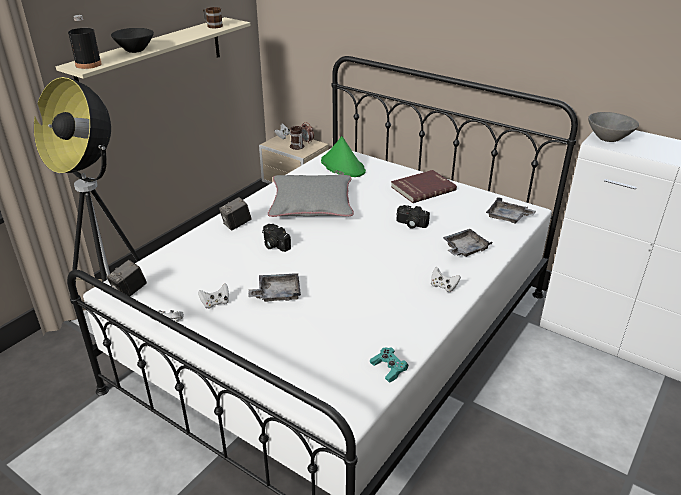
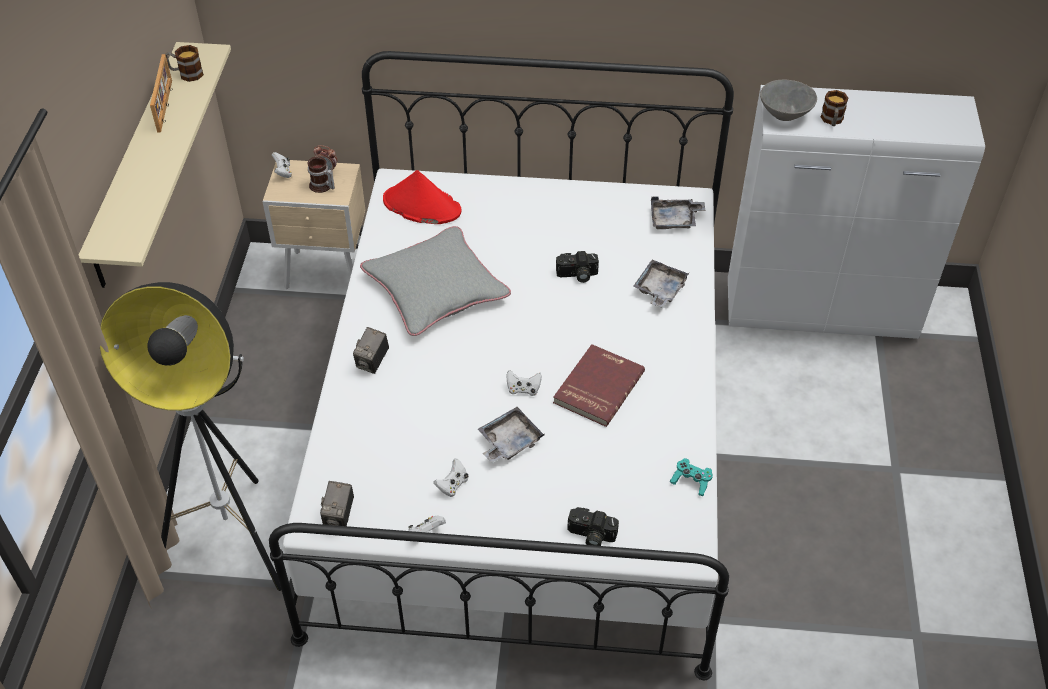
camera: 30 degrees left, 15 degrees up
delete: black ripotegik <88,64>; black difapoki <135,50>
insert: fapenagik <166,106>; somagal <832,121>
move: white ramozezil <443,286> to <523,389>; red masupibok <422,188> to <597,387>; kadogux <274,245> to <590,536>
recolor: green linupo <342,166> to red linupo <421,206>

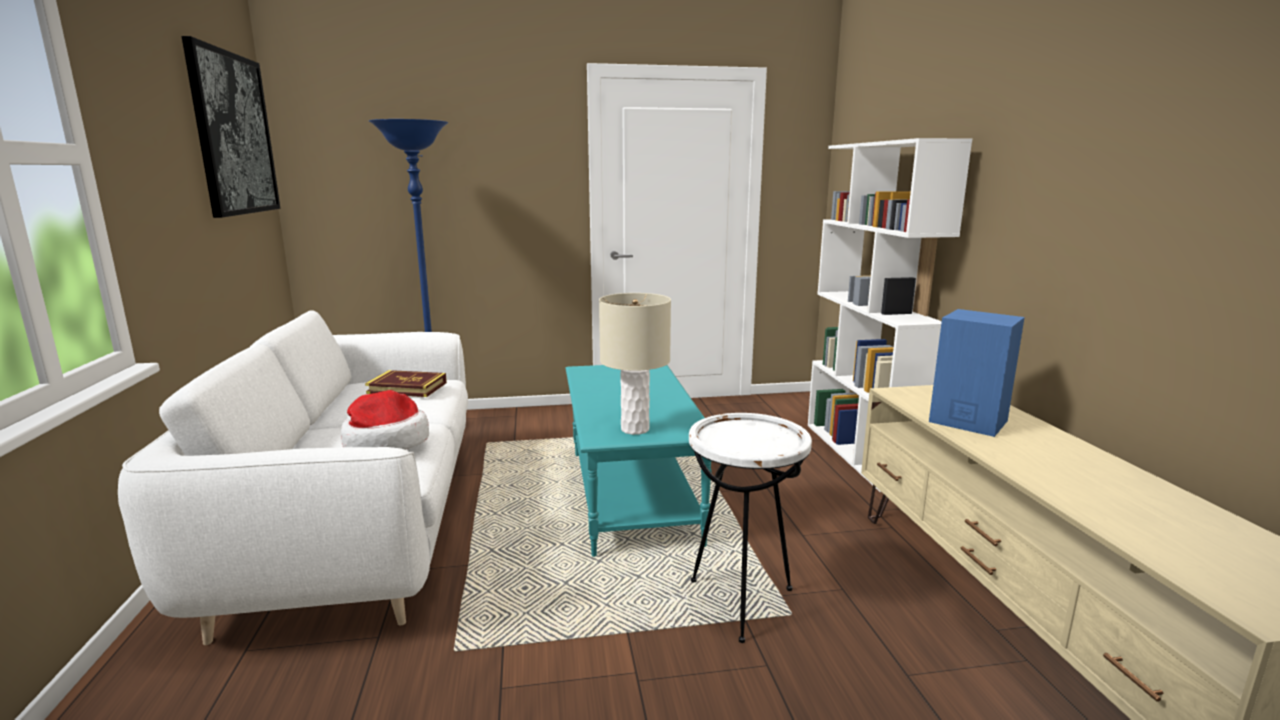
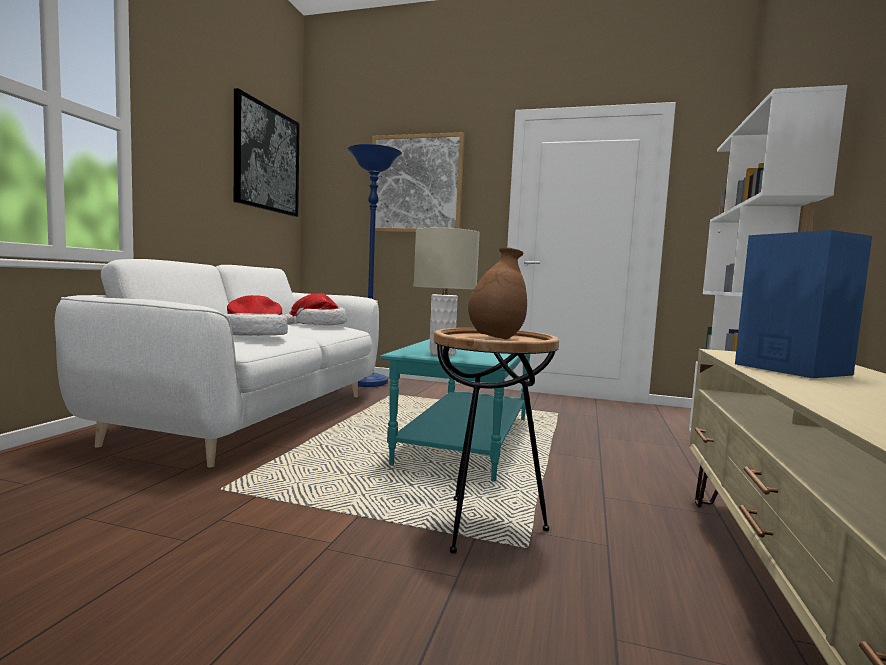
camera: 25 degrees right, 10 degrees down
insert: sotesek <416,184>; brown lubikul <496,338>
replace: masupibok <407,388> to linupo <319,325>
recolor: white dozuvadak <741,602> to brown dozuvadak <485,525>

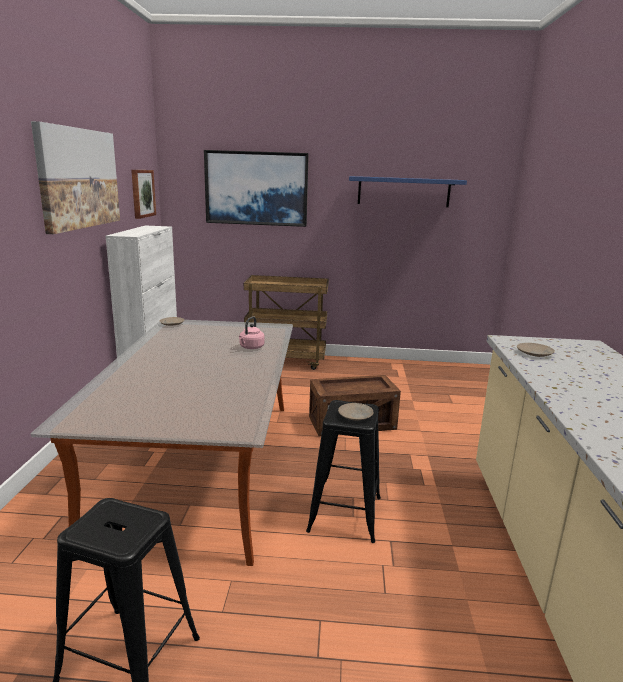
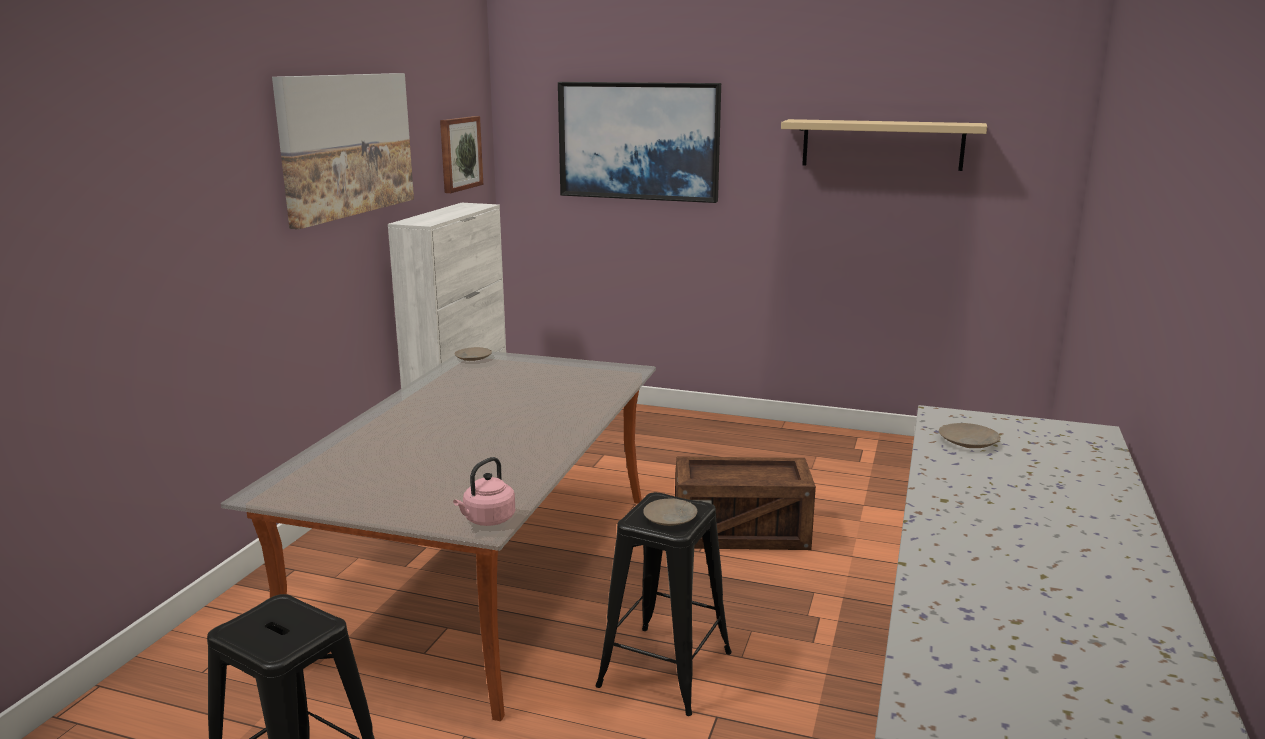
camera: 15 degrees right, 0 degrees up
delete: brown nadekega <286,361>
move: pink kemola <251,347> to <487,520>
recolor: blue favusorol <403,191> to beige favusorol <882,144>

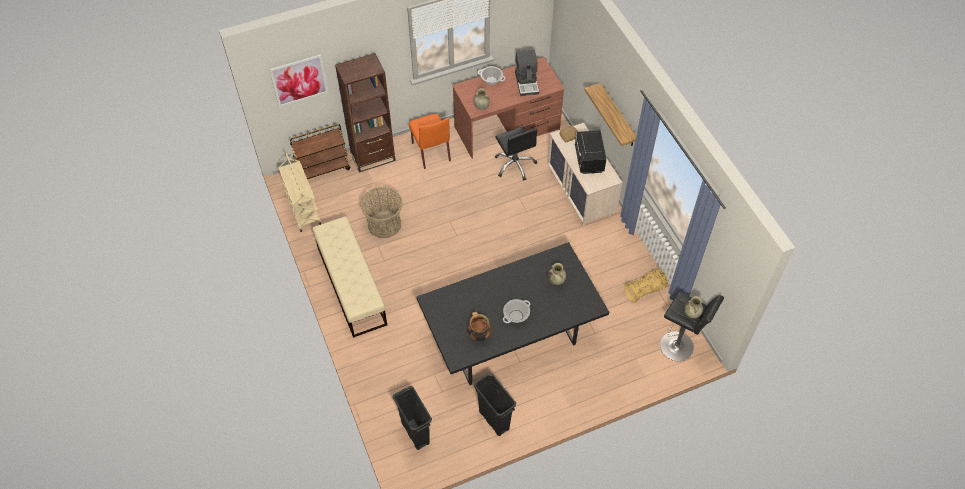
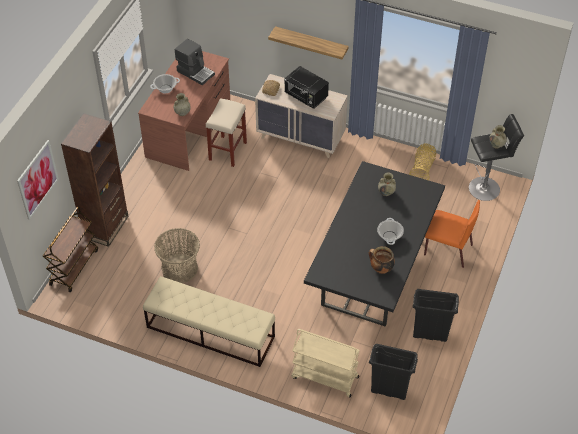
camera: 45 degrees left, 5 degrees down
move: beige nadekega <302,208> to <324,377>; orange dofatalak <430,151> to <447,249>
replace: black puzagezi <515,165> to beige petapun <228,151>

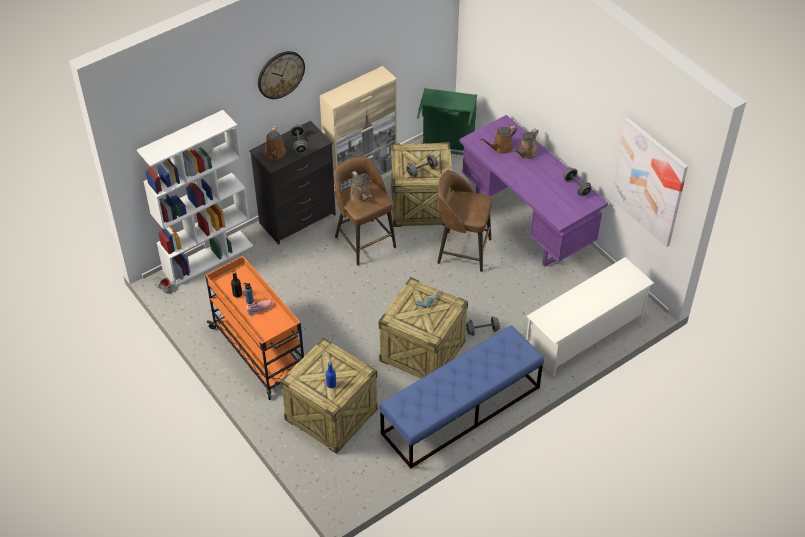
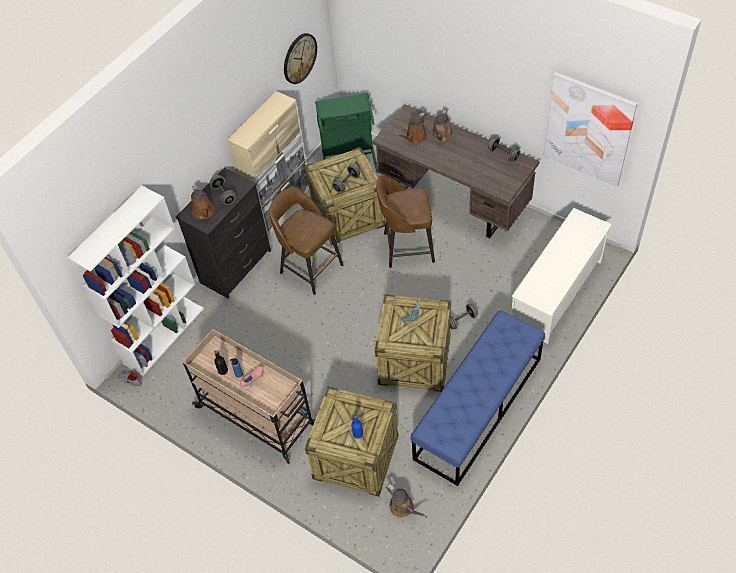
camera: 15 degrees left, 5 degrees up
move: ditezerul <280,74> to <299,58>; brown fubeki <361,197> to <403,507>
recolor: orange nadekega <260,353> to beige nadekega <258,416>; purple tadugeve <527,223> to brown tadugeve <454,202>

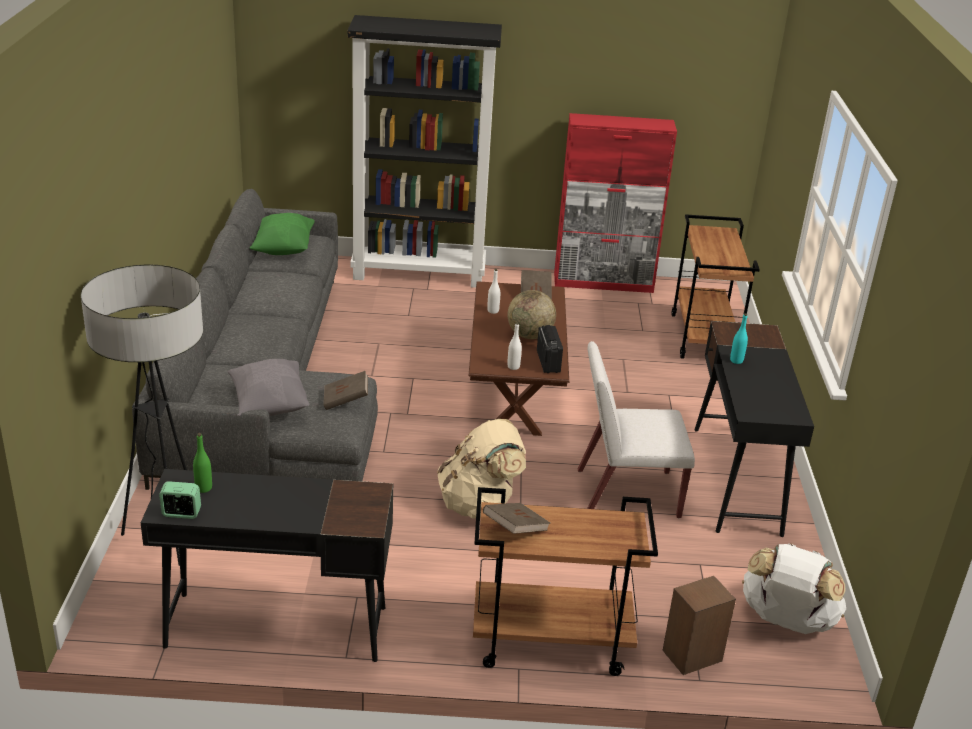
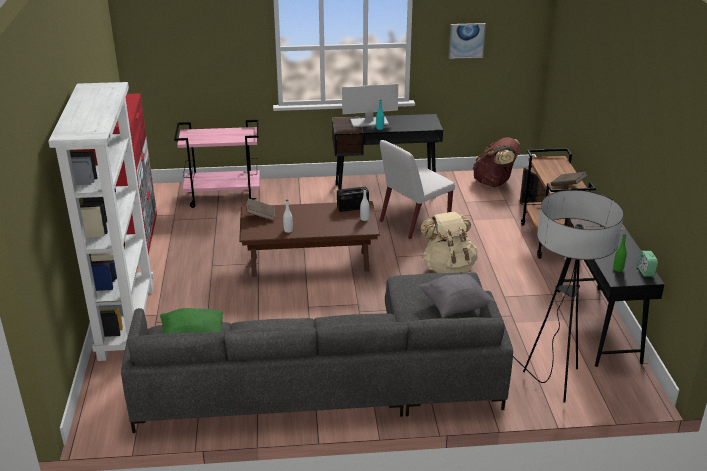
camera: 95 degrees left, 0 degrees up
delete: brown masupibok <346,401>; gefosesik <530,335>
insert: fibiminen <369,122>; sotesek <466,40>
recolor: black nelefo <420,273> to white nelefo <126,321>; brown nadekega <704,338> to pink nadekega <224,196>; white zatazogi <786,621> to brown zatazogi <494,182>
rotate: white dofatalak <626,493> = <414,222> 60 degrees clockwise

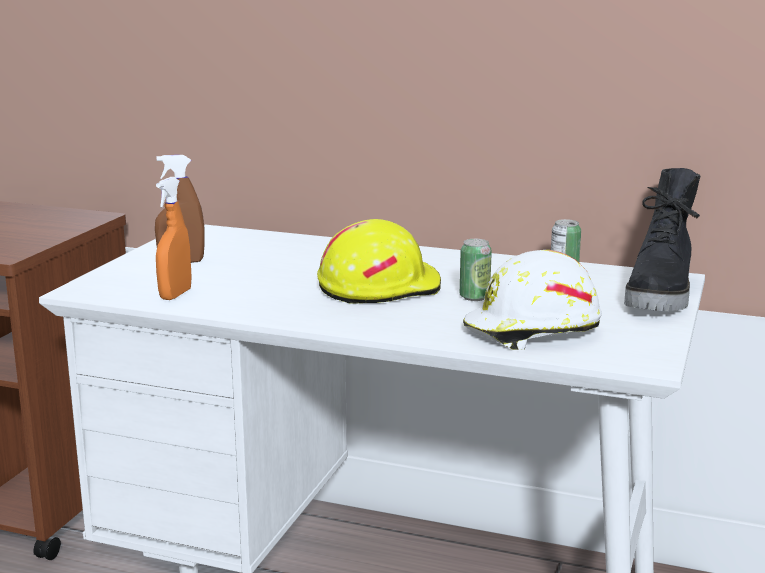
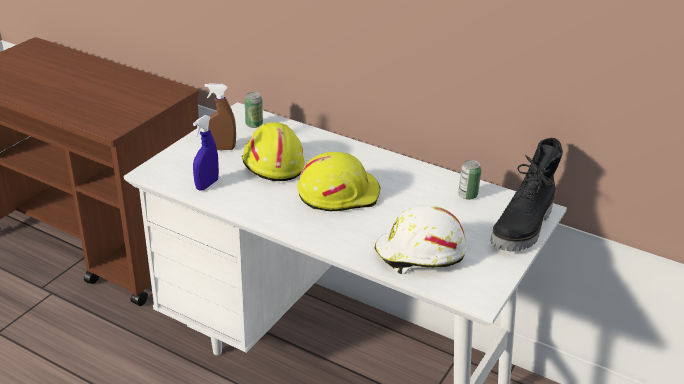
camera: 10 degrees right, 15 degrees up
insert: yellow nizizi <271,163>
move: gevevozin <474,297> to <254,124>
recolor: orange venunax <175,295> to blue venunax <207,185>

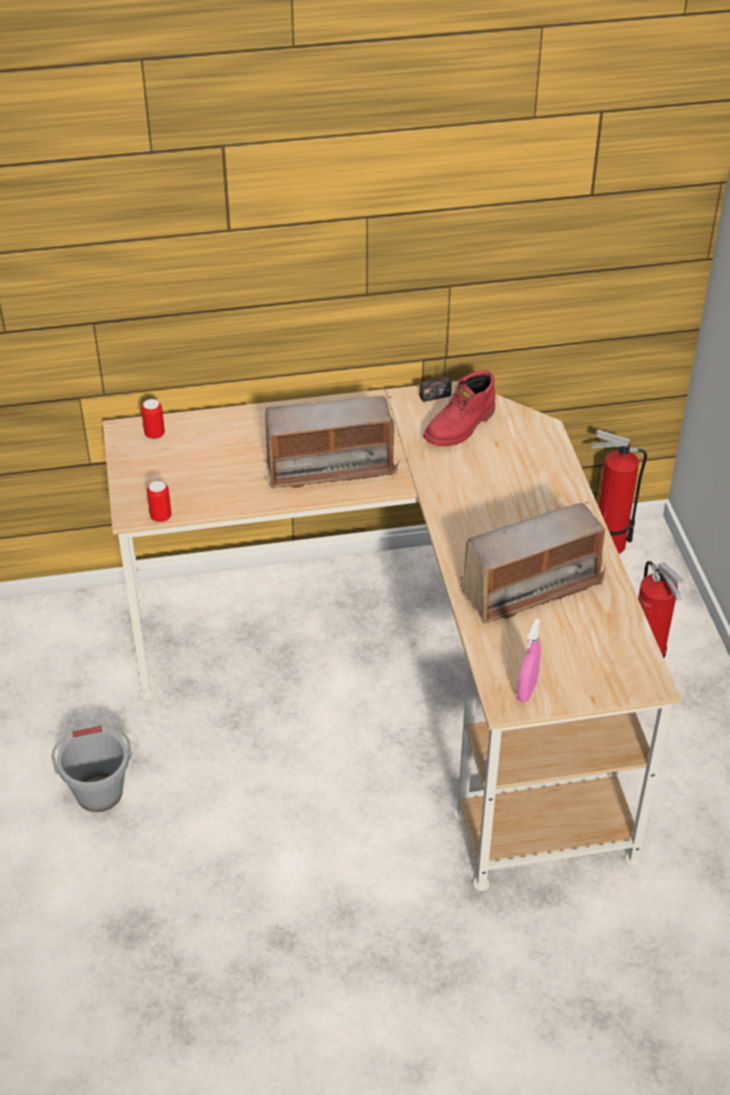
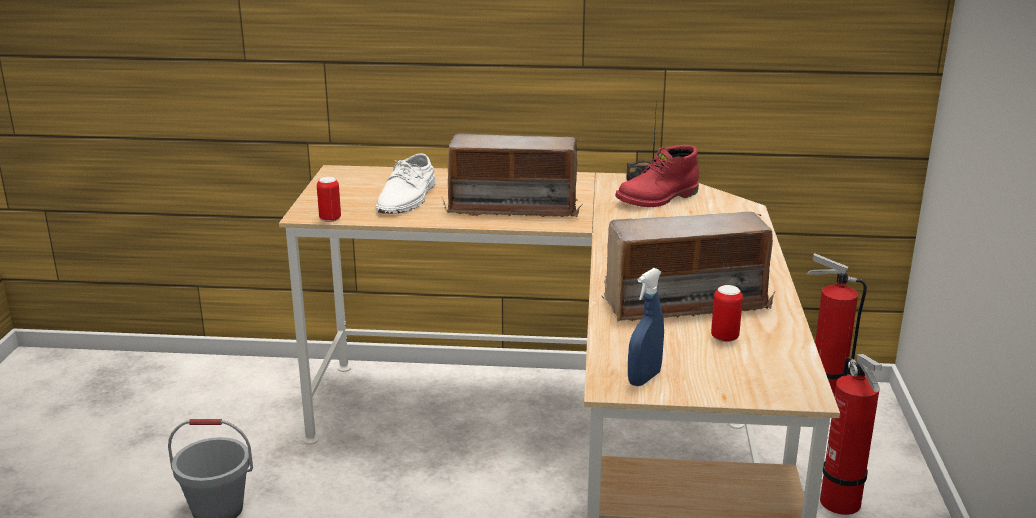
camera: 15 degrees right, 20 degrees down
insert: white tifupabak <408,198>
move: gevevozin <154,434> to <724,338>
recolor: pink venunax <527,690> to blue venunax <644,378>

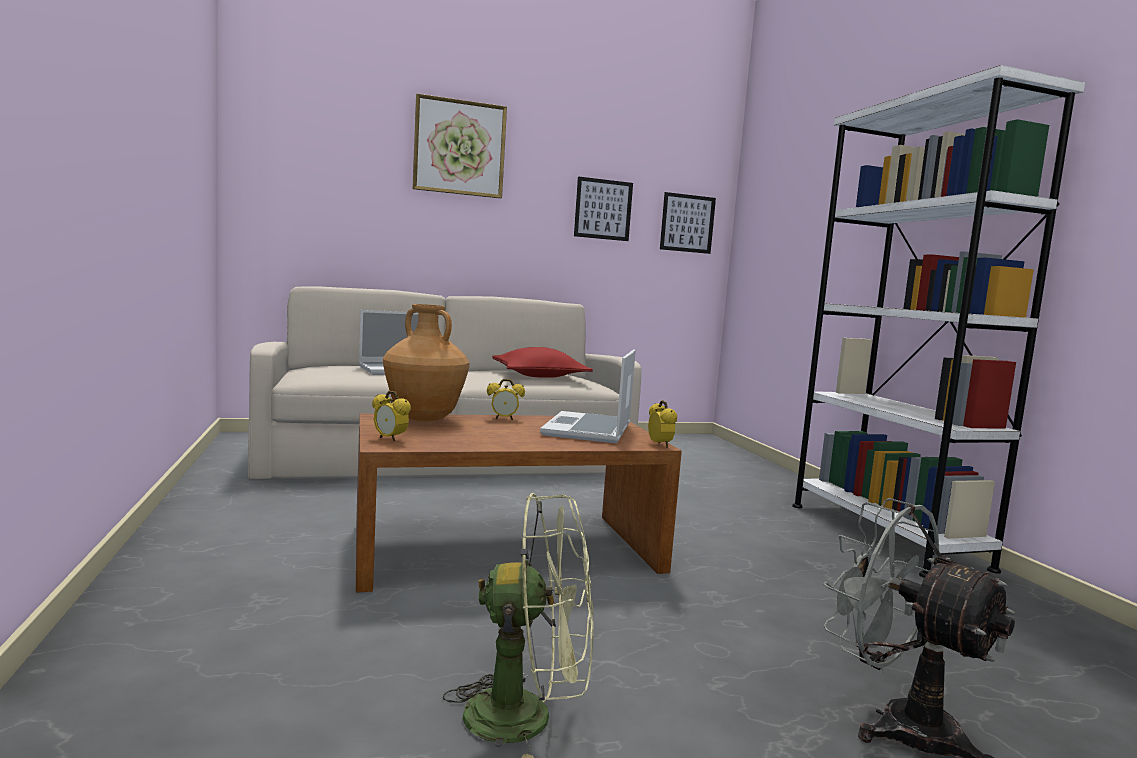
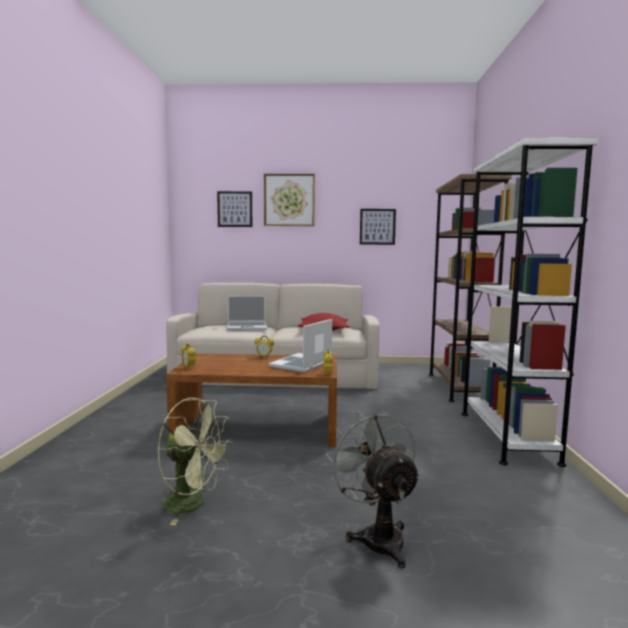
camera: 20 degrees right, 0 degrees up
delete: brown lubikul <423,419>
insert: brown nelefo <458,387>
move: sotesek <687,223> to <235,209>

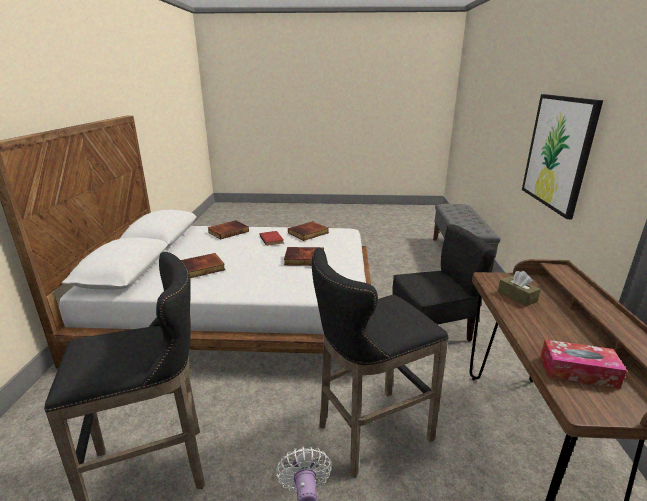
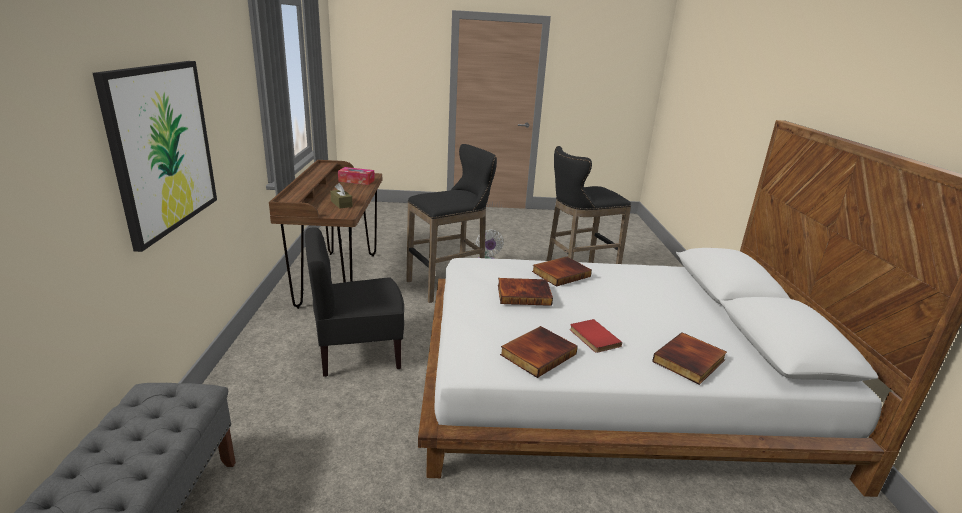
camera: 175 degrees right, 0 degrees up
move: masupibok <201,268> to <560,273>

